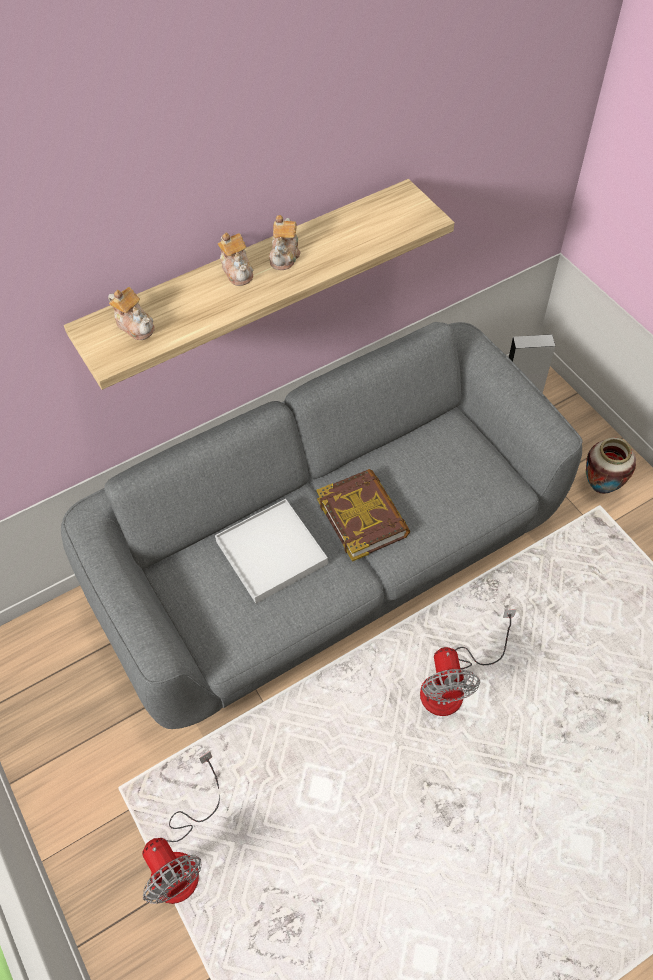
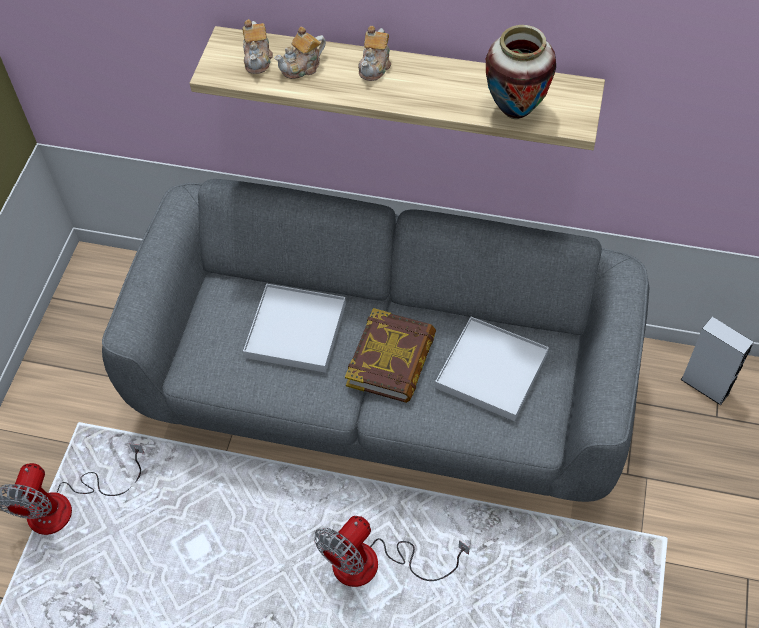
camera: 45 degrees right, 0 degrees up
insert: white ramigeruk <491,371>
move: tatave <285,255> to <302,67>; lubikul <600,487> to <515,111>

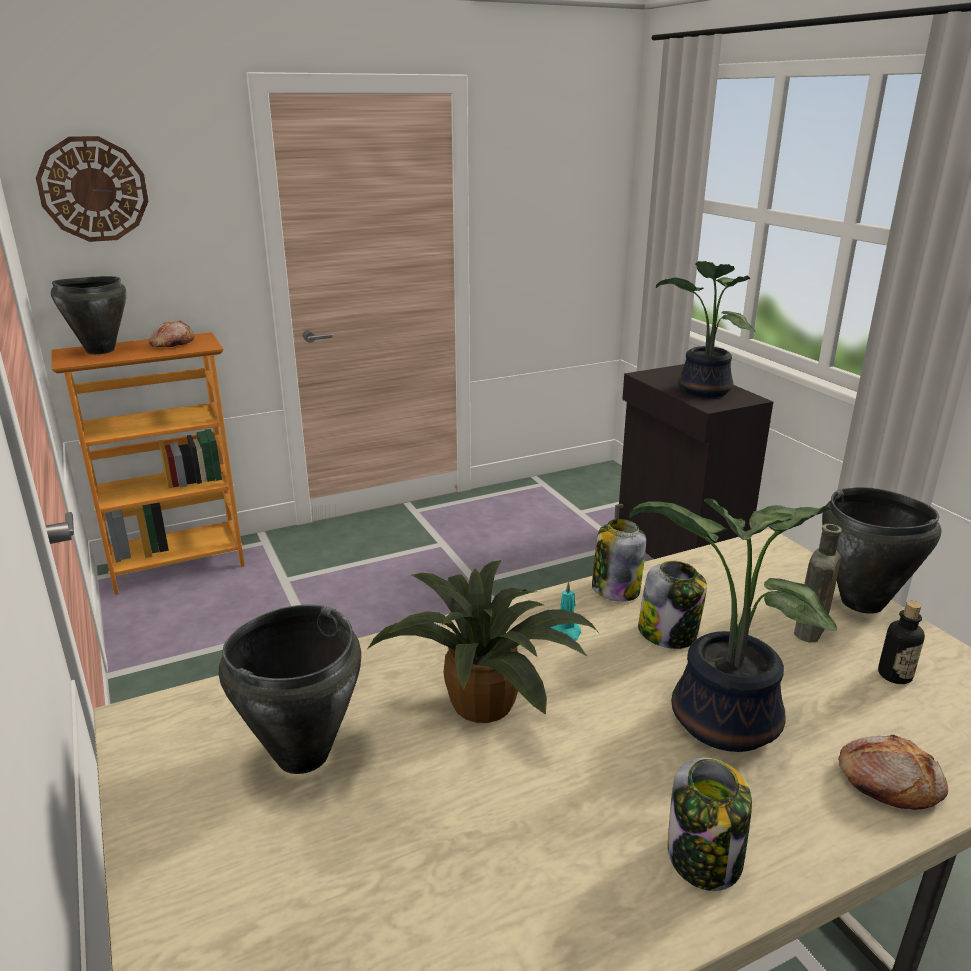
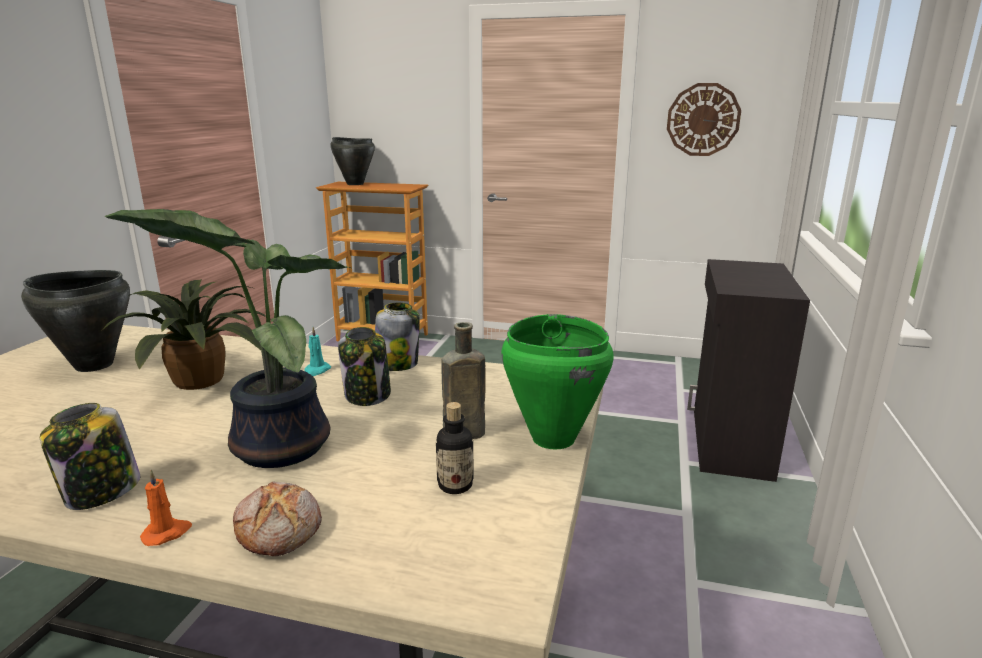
camera: 40 degrees right, 5 degrees down
delete: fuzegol <172,344>; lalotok <701,391>
insert: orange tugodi <167,533>
move: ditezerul <93,189> to <703,120>
recolor: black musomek <862,603> to green musomek <552,439>

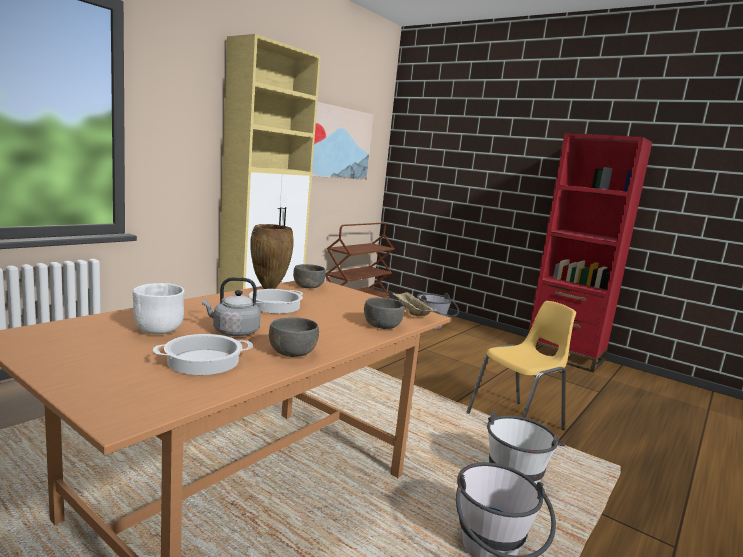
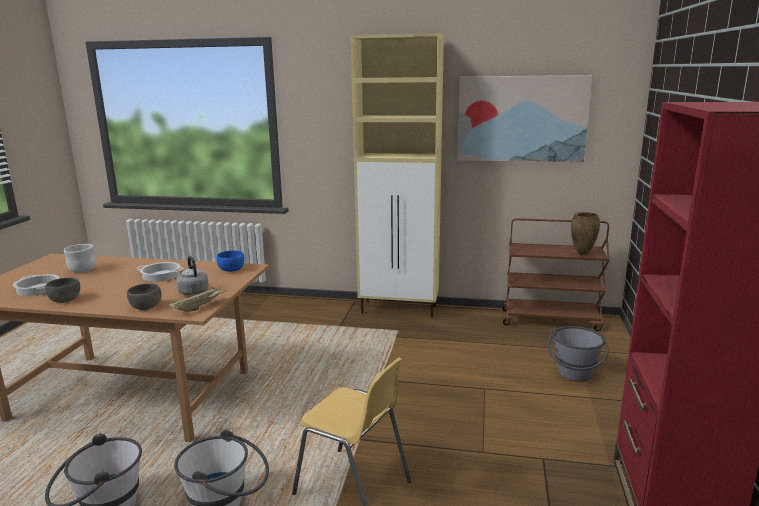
camera: 65 degrees right, 5 degrees up
move: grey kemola <233,332> to <193,291>; brown lubikul <269,289> to <581,254>
recolor: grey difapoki <308,286> to blue difapoki <232,269>

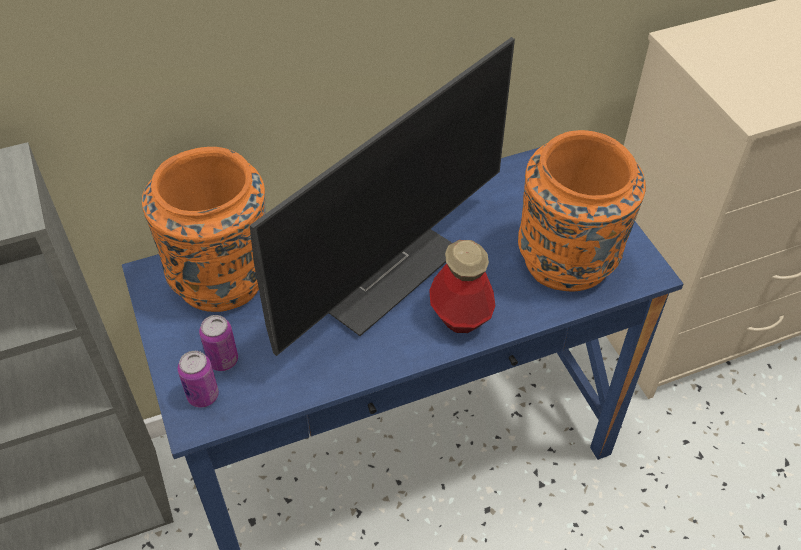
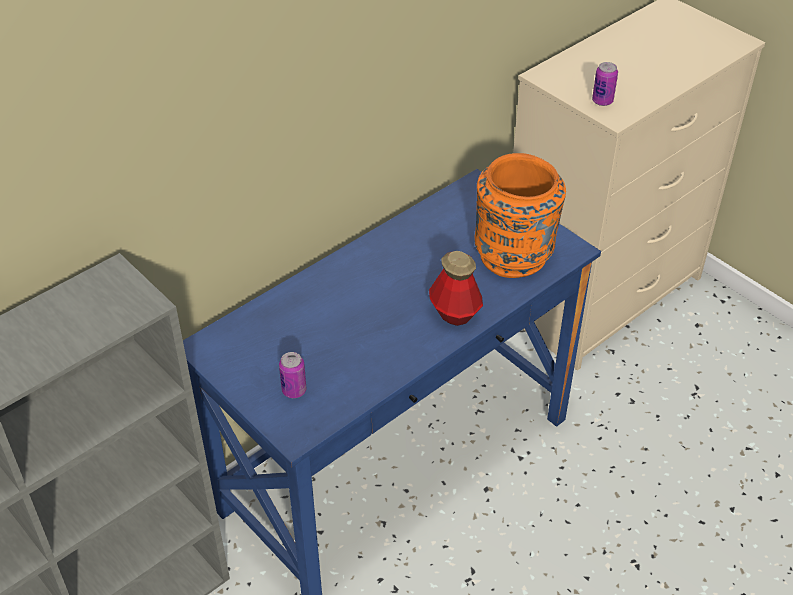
camera: 20 degrees left, 5 degrees down
delete: orange lubikul <223,278>; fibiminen <378,267>
move: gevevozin <203,396> to <602,101>

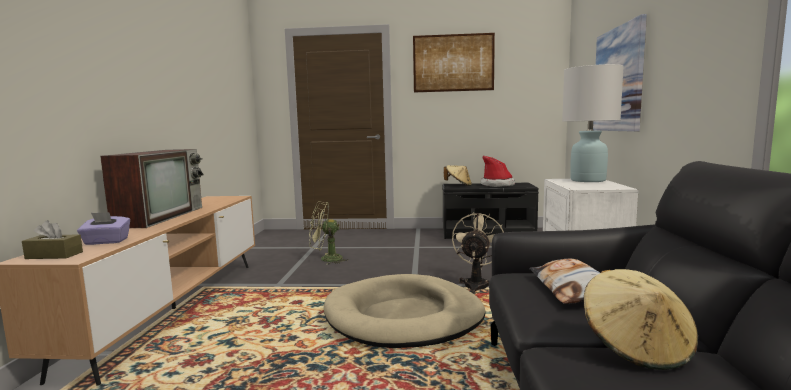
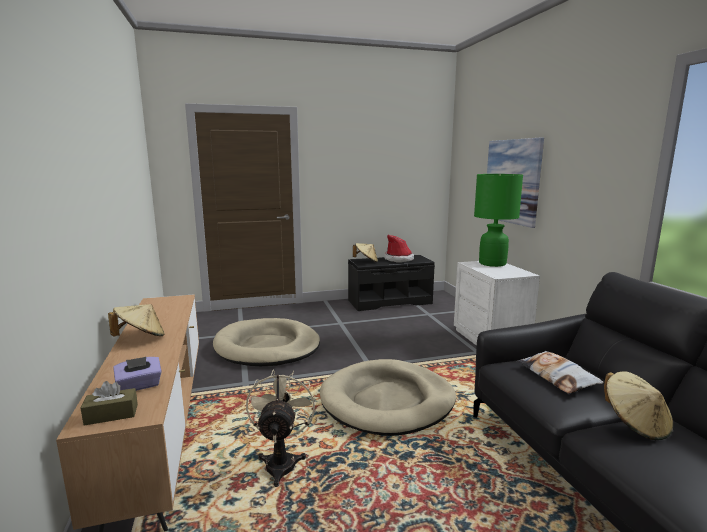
camera: 20 degrees left, 5 degrees up
delete: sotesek <453,63>
move: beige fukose <477,284> to <281,461>
replace: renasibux <161,216> to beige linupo <140,338>; green fukose <326,259> to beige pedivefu <267,347>
recolor: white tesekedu <588,180> to green tesekedu <492,263>

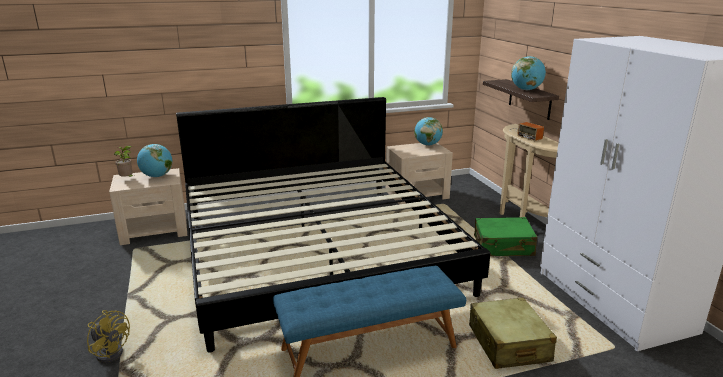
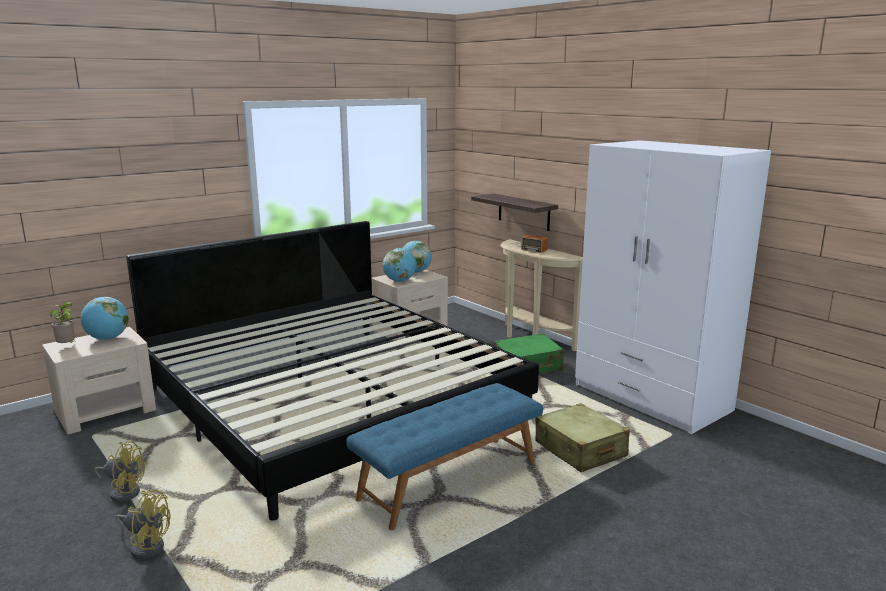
camera: 20 degrees left, 5 degrees down
insert: yellow fukose <124,492>
move: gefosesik <526,90> to <399,281>

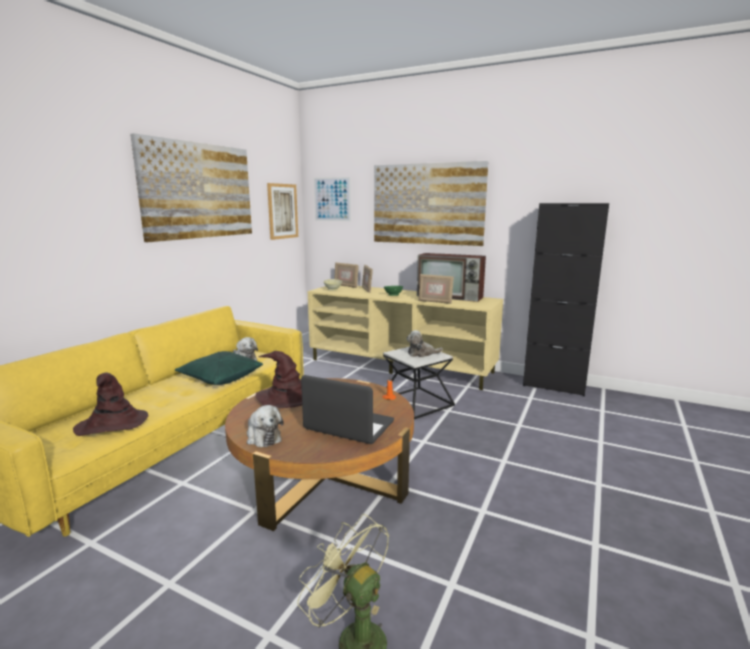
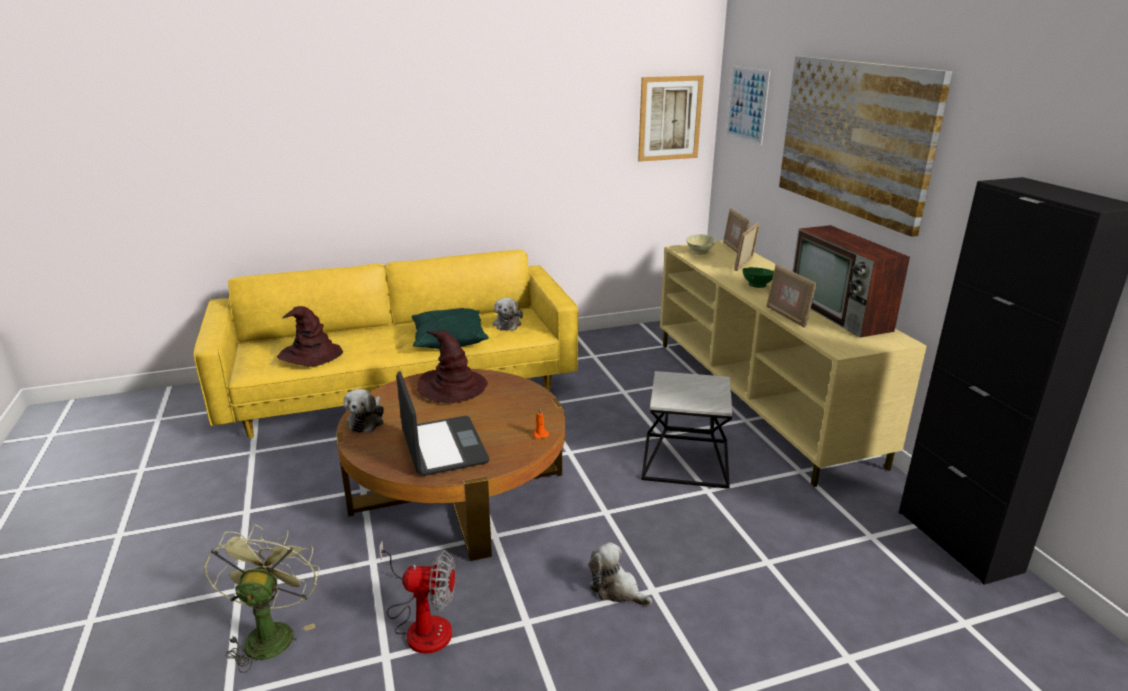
camera: 45 degrees right, 10 degrees up
delete: sotesek <198,191>
insert: fukose <422,624>
move: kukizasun <421,353> to <616,589>

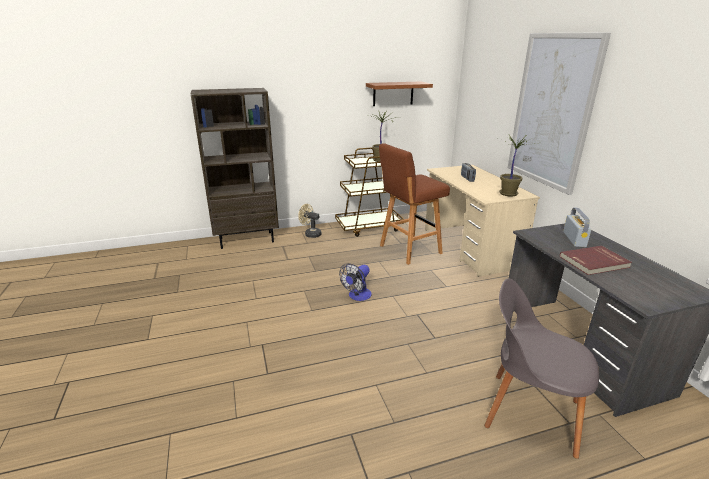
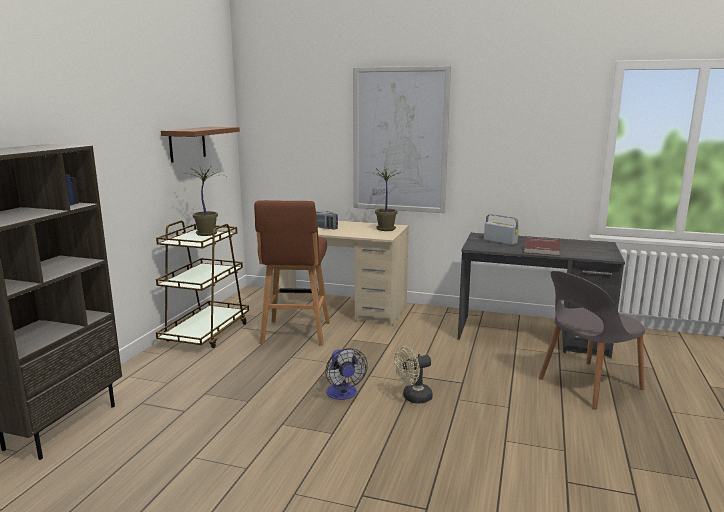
camera: 55 degrees left, 10 degrees down
move: beige fukose <310,234> to <413,398>

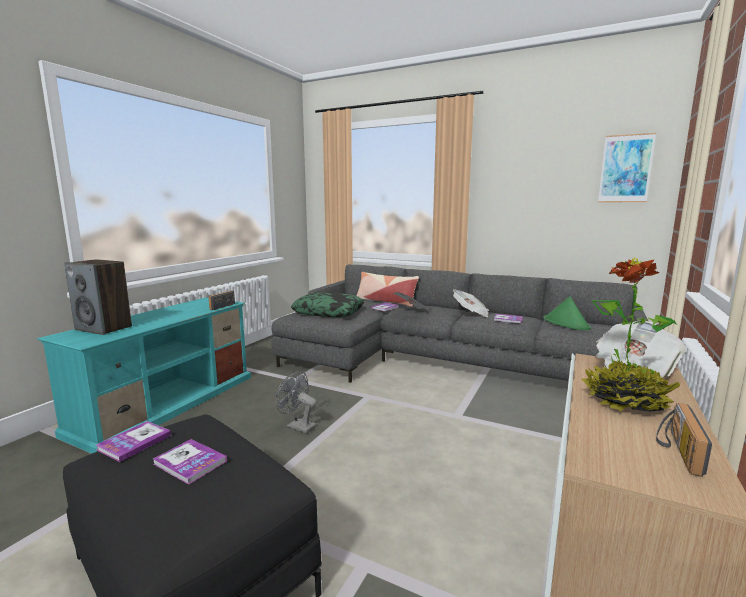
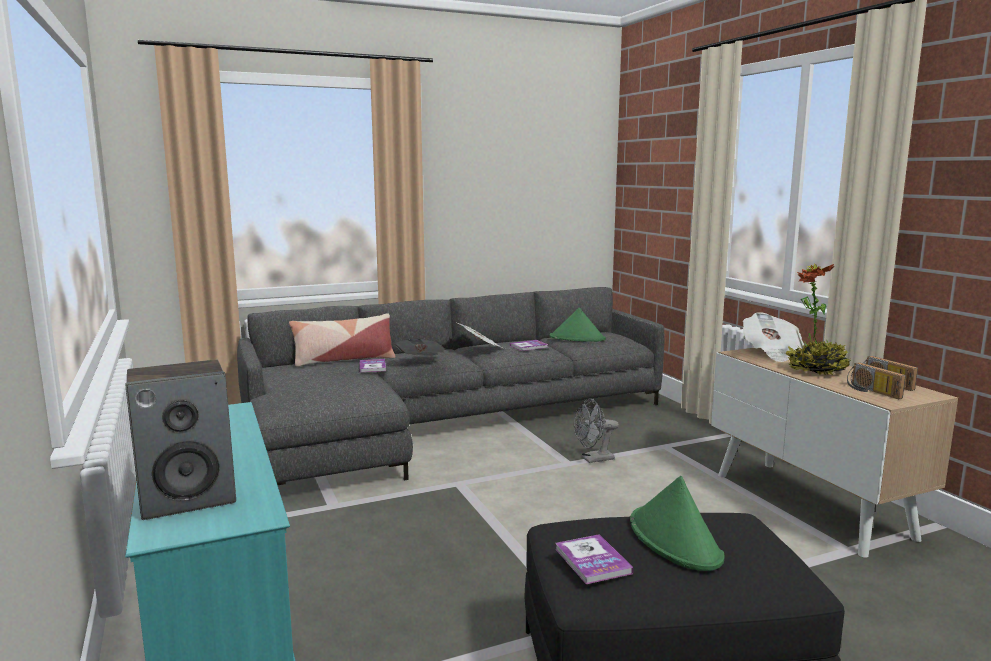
camera: 50 degrees left, 0 degrees up
delete: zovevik <328,312>; sotesek <625,169>
move: grey fukose <297,426> to <593,459>; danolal <221,306> to <871,391>
replace: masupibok <190,462> to green linupo <675,539>

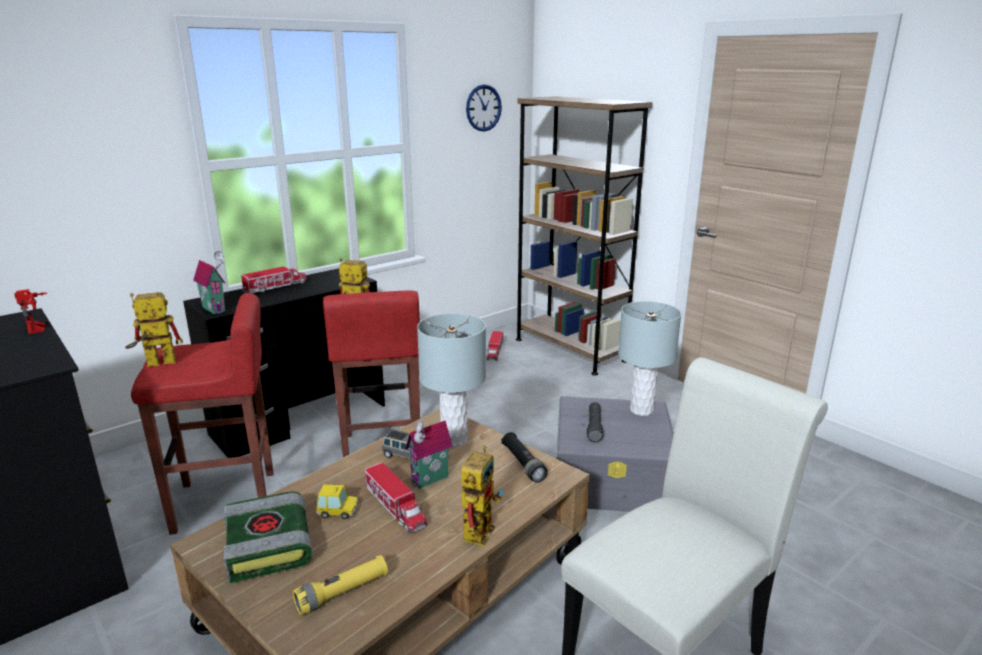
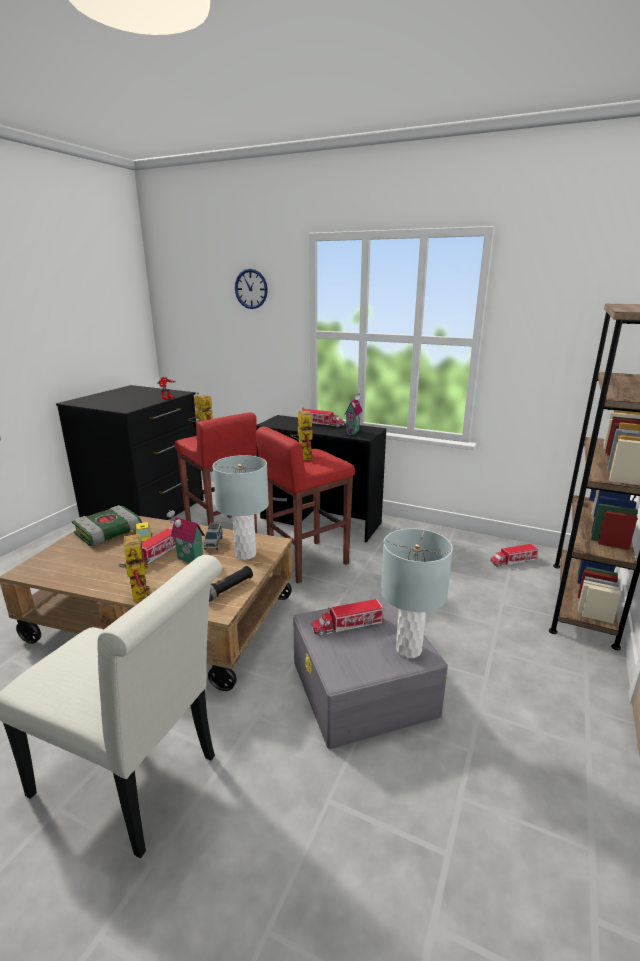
camera: 65 degrees right, 0 degrees up
delete: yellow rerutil <342,593>
move: ditezerul <483,108> to <251,289>; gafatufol <216,309> to <354,432>
replace: black rerutil <594,427> to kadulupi <347,625>
rotate: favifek <478,528> = <138,591> 105 degrees counterclockwise

